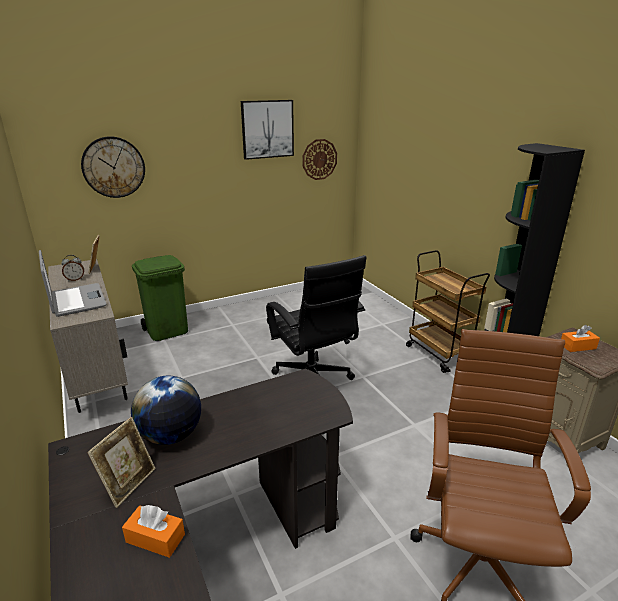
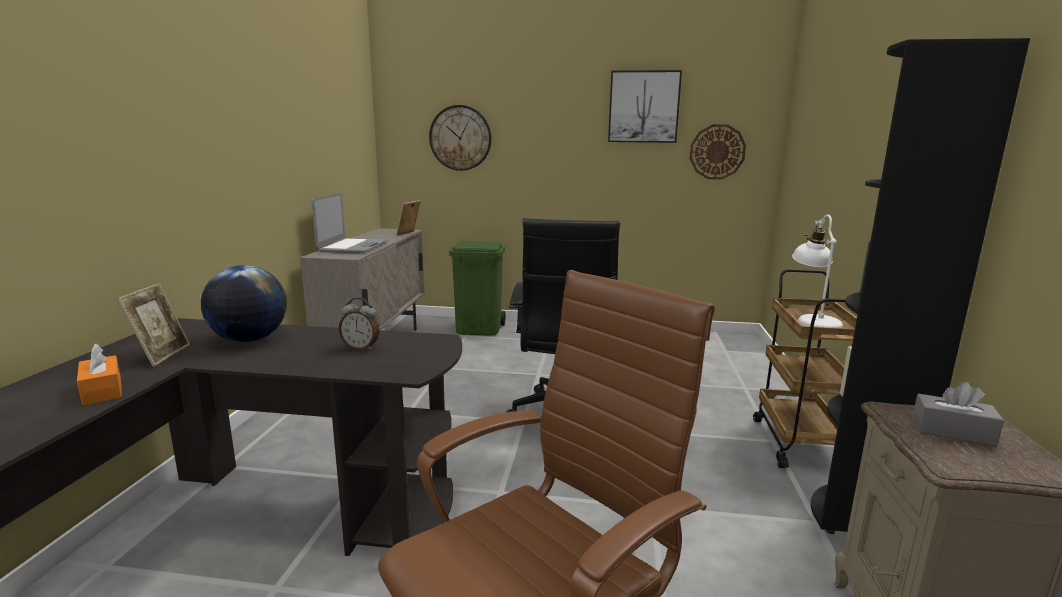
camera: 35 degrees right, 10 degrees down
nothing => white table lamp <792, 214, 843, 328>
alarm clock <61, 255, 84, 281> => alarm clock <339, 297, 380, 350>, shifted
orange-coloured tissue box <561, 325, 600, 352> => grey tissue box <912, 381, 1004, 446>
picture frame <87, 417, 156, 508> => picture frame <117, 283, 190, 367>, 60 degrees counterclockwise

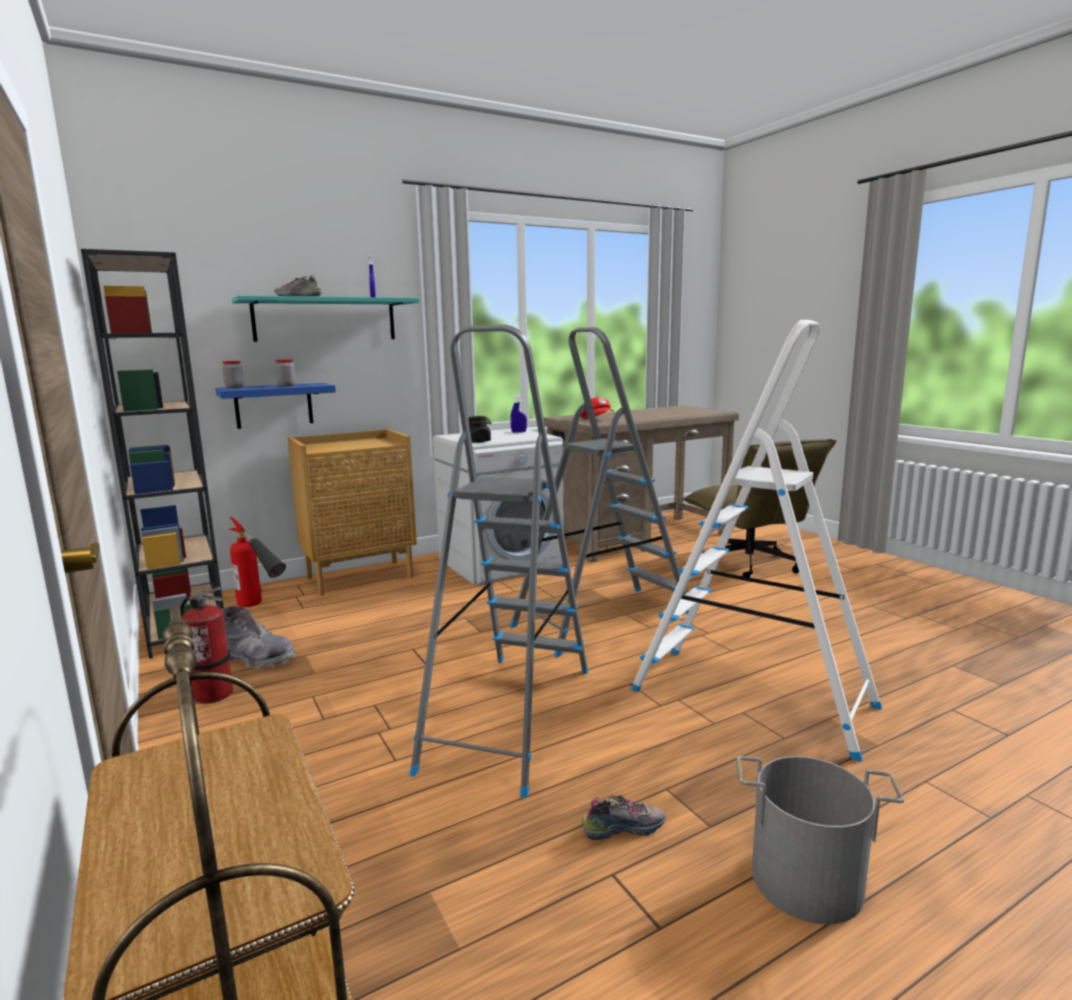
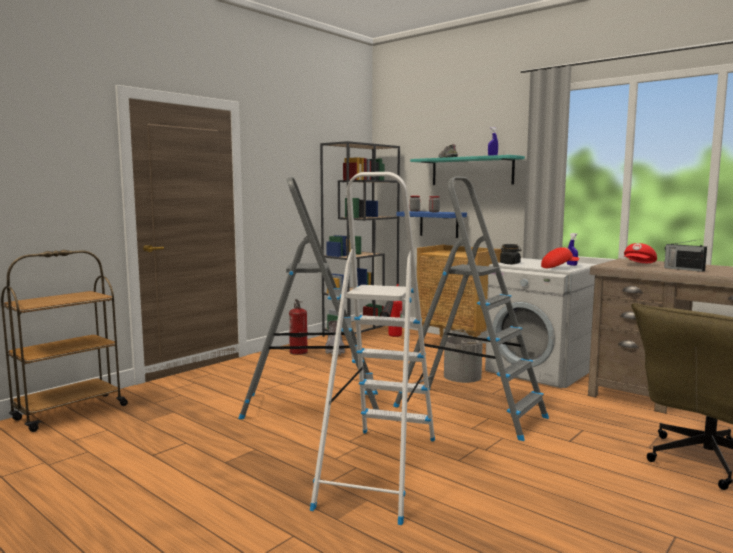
camera: 70 degrees right, 5 degrees down
shoe <581, 795, 665, 840> => nothing
nothing => reddish cap <541, 247, 579, 268>
nothing => radio <664, 239, 707, 272>
grey bucket <737, 756, 904, 924> => grey bucket <444, 330, 483, 383>, shifted

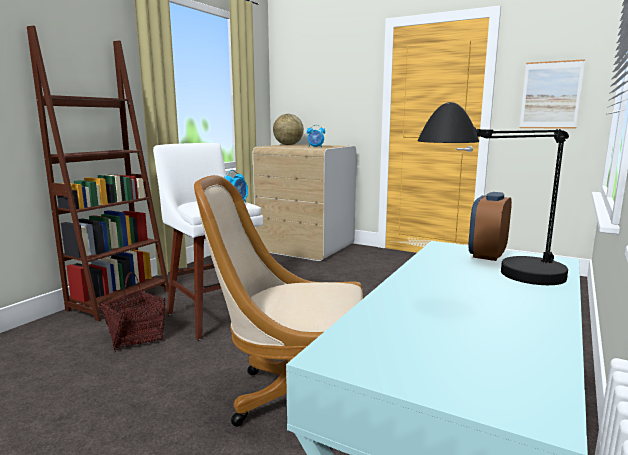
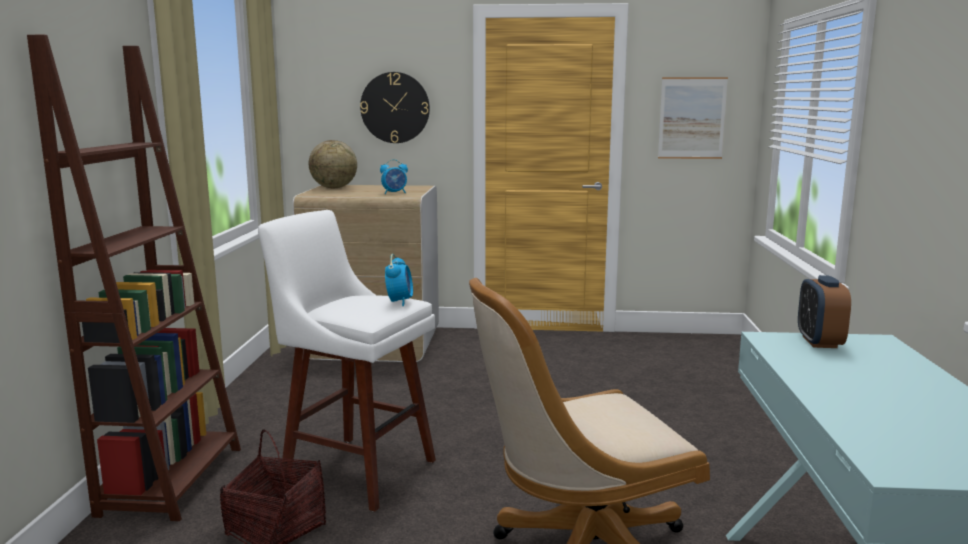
camera: 25 degrees left, 0 degrees up
black-coloured table lamp <417, 102, 569, 285> => nothing
nothing => clock on the wall <360, 72, 430, 143>

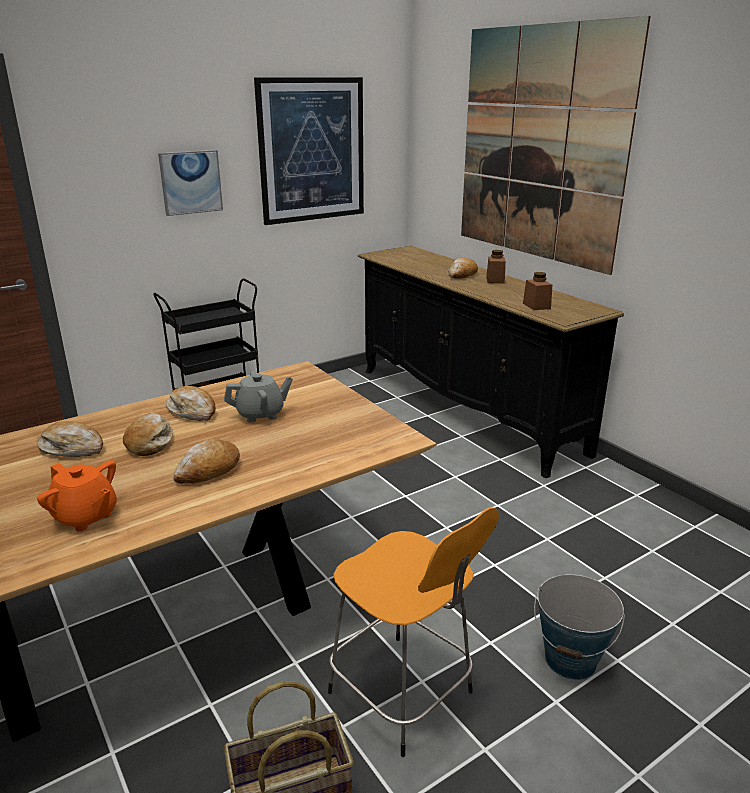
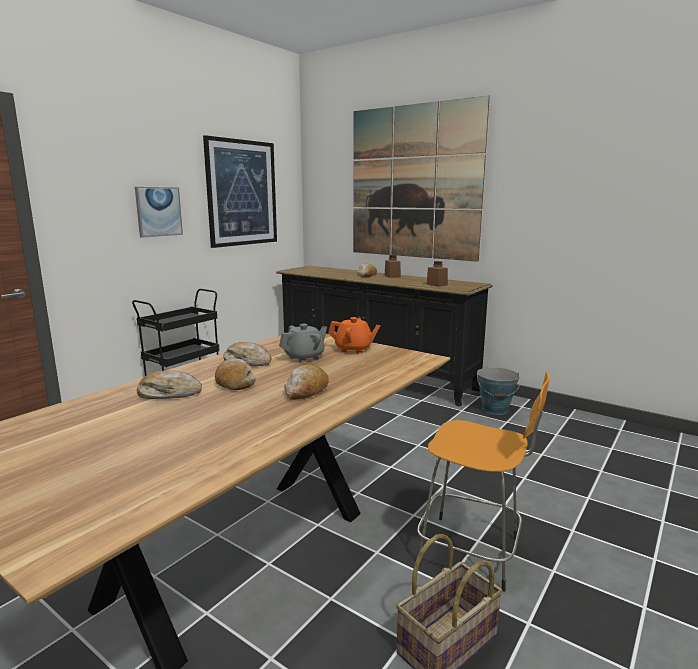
camera: 20 degrees left, 10 degrees down
orange-coloured teapot <37, 460, 117, 532> => orange-coloured teapot <328, 317, 381, 354>, shifted
bucket <534, 574, 625, 680> => bucket <477, 367, 520, 415>, shifted

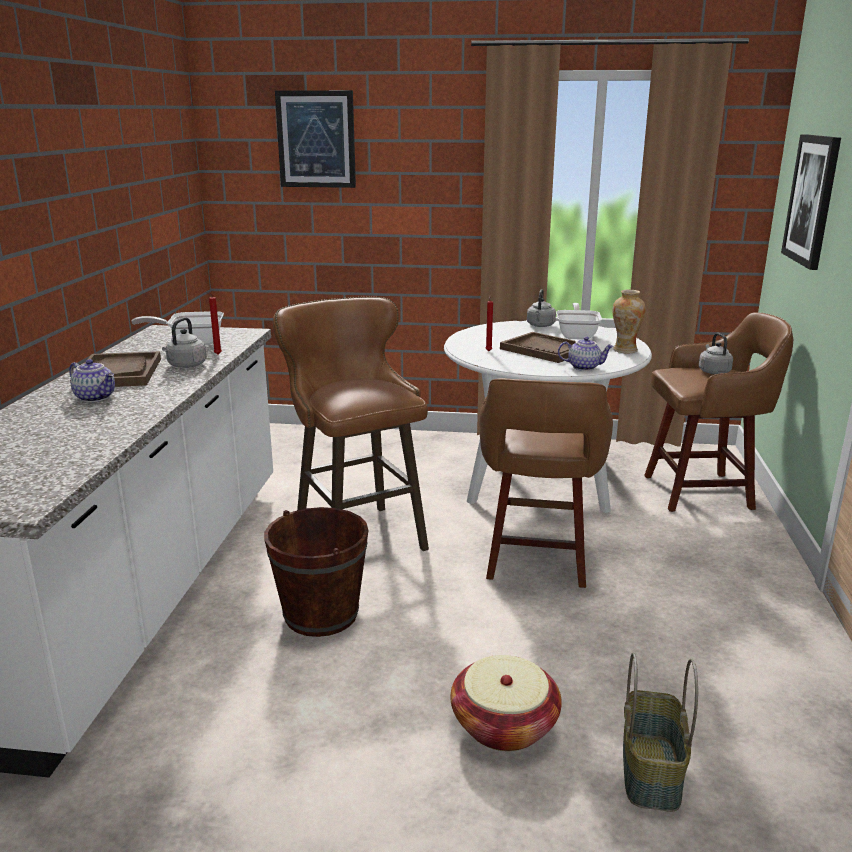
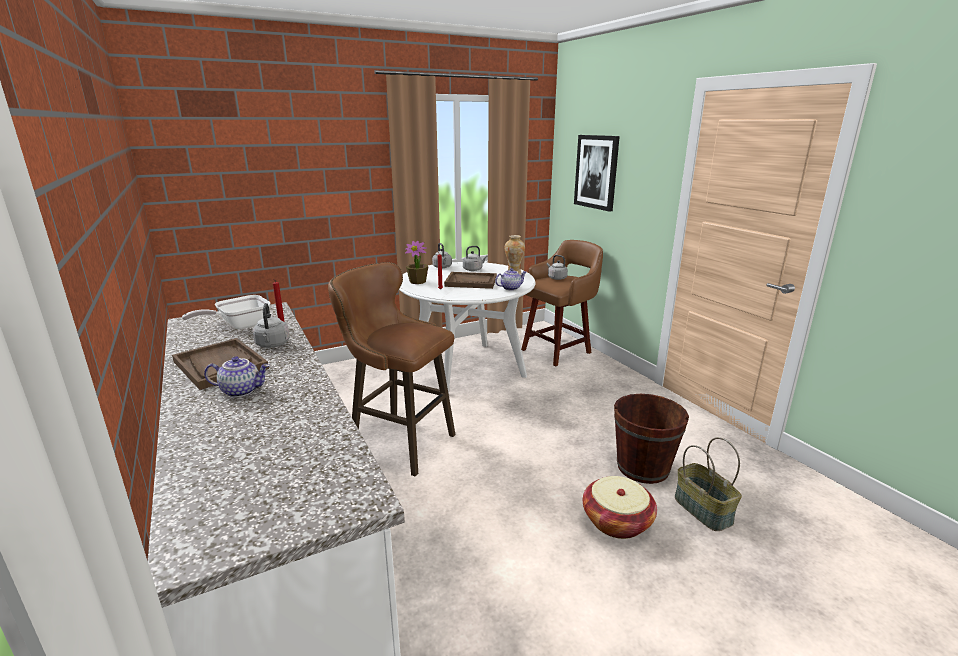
camera: 35 degrees left, 0 degrees up
picture <275, 90, 356, 188> => nothing
brown stool <479, 378, 613, 588> => nothing
nothing => houseplant <405, 241, 429, 284>
brown bucket <264, 507, 369, 637> => brown bucket <614, 394, 689, 484>, shifted
pan <556, 303, 602, 340> => grey kettle <463, 246, 487, 271>

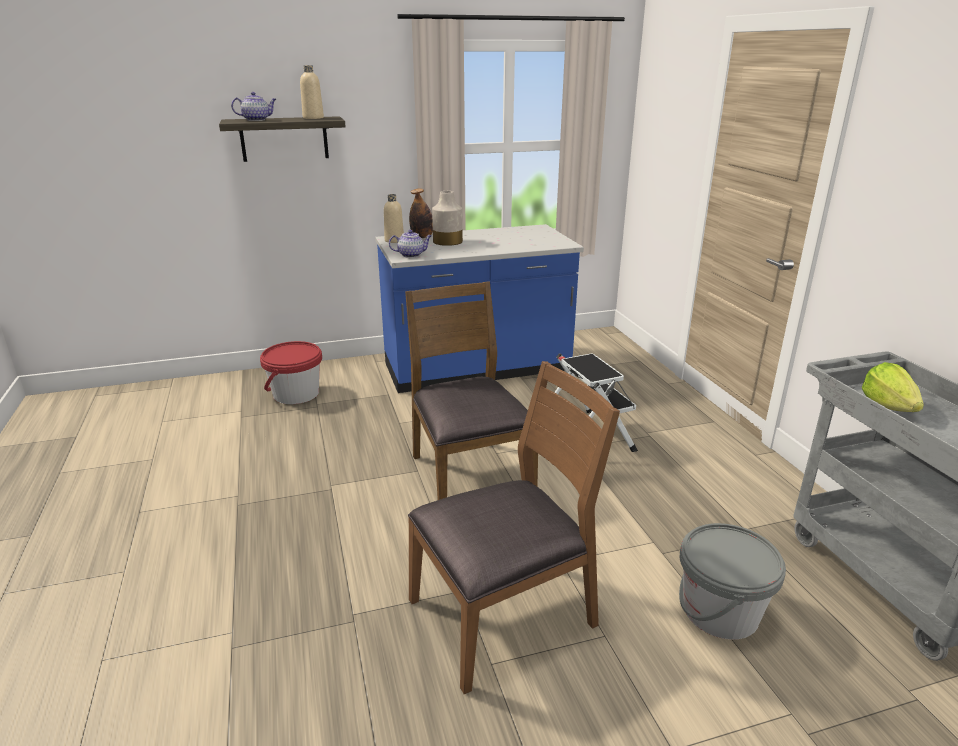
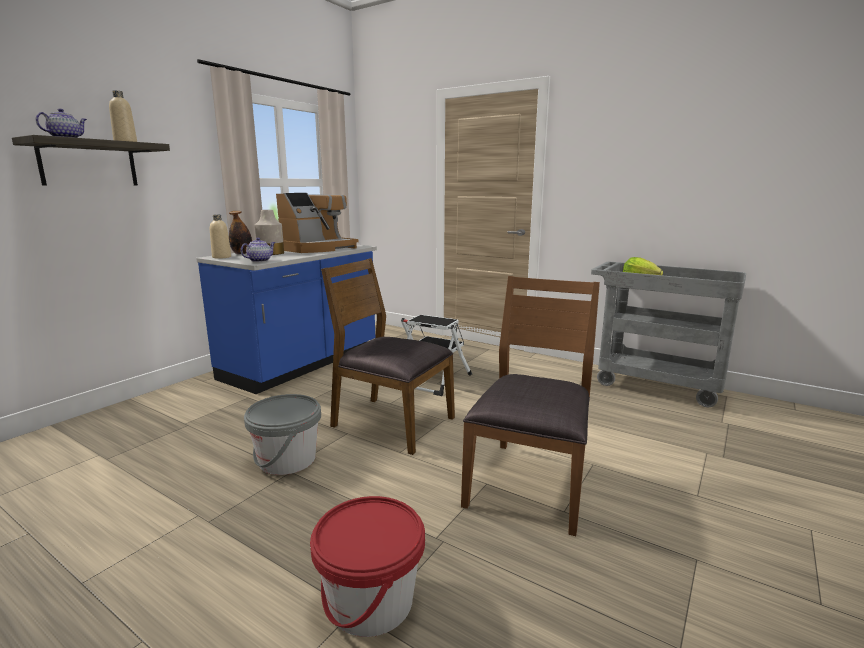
camera: 40 degrees left, 10 degrees down
nothing => coffee brewer <276, 193, 358, 253>
reddish bucket <260, 341, 322, 404> => reddish bucket <310, 496, 425, 637>, shifted
grey bucket <679, 523, 786, 640> => grey bucket <244, 394, 321, 475>, shifted

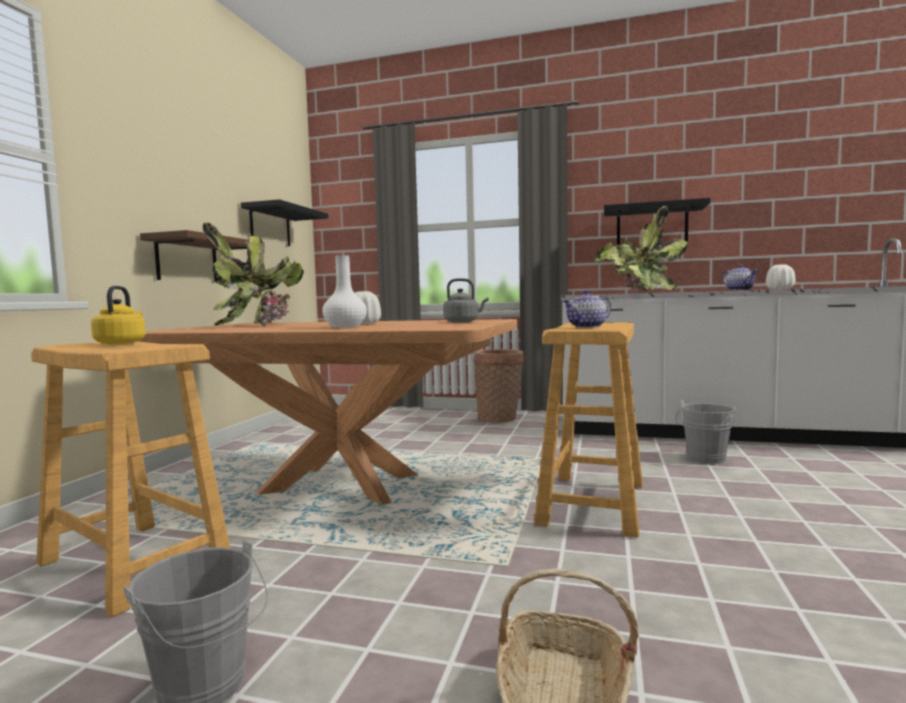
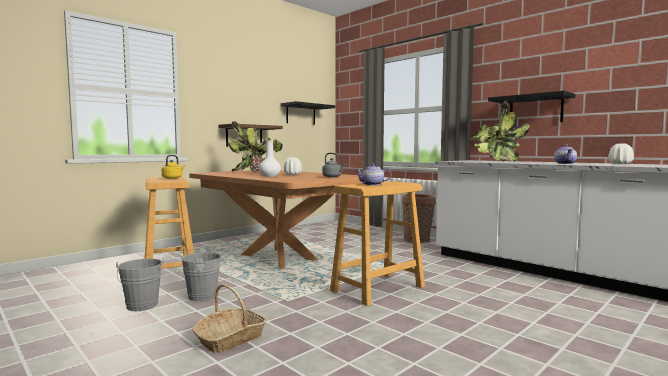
camera: 30 degrees right, 0 degrees up
grey bucket <676, 400, 736, 464> => grey bucket <175, 249, 221, 302>, shifted

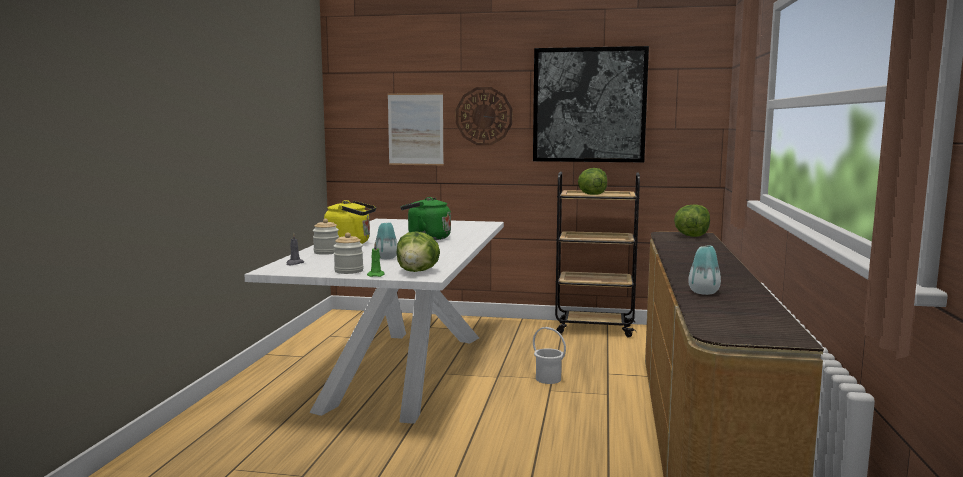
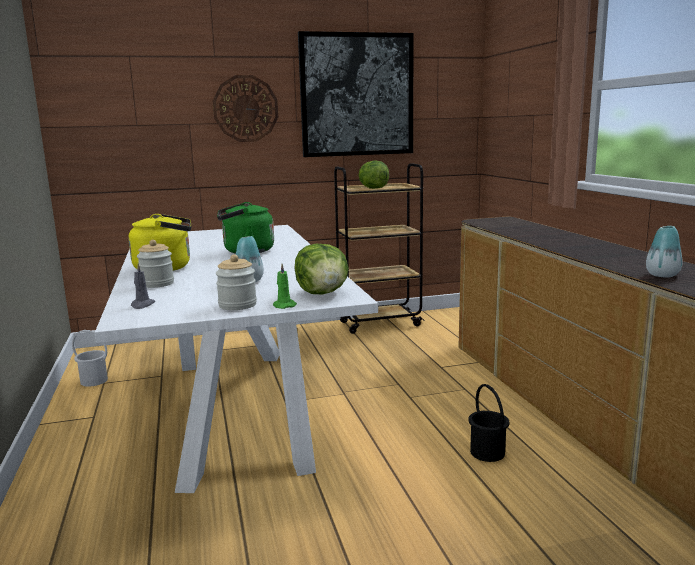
camera: 25 degrees left, 5 degrees up
picture <388, 93, 444, 165> => nothing
lettuce <674, 204, 710, 237> => nothing
nothing => black-coloured bucket <468, 384, 509, 462>
white bucket <533, 327, 566, 384> => white bucket <72, 330, 108, 387>, shifted

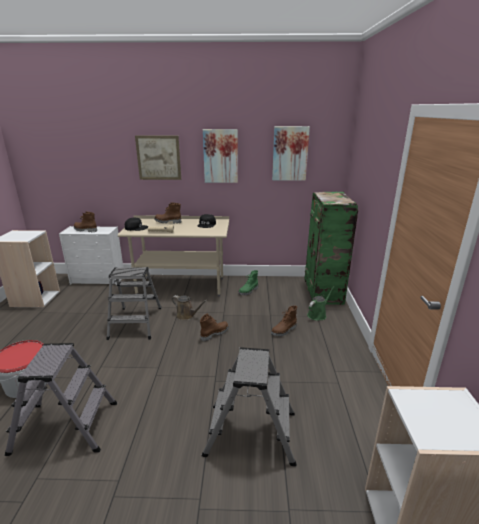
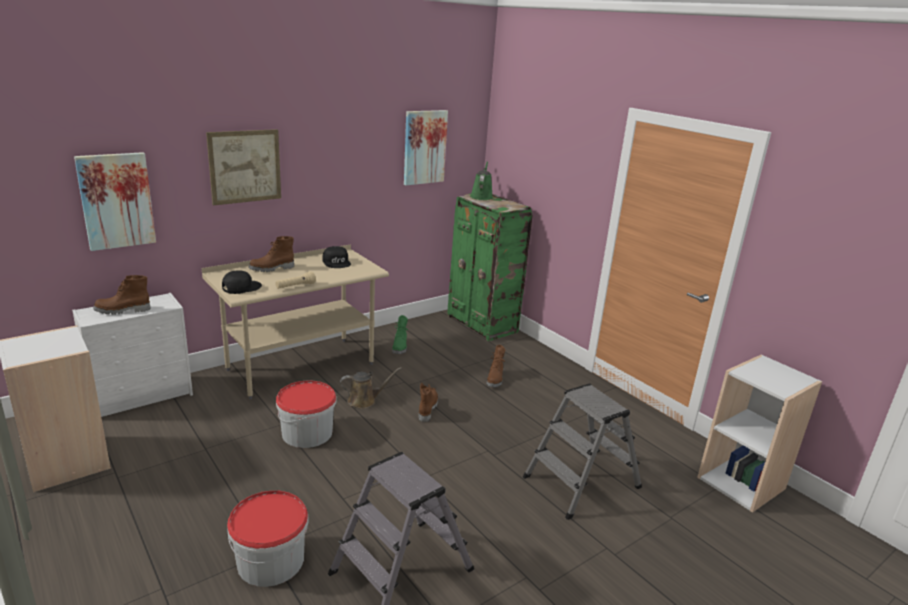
camera: 40 degrees left, 0 degrees up
picture <203, 129, 238, 183> => picture <74, 152, 156, 251>, shifted
green-coloured sprinkling can <307, 286, 335, 321> => green-coloured sprinkling can <470, 161, 493, 200>, shifted
grey step stool <106, 267, 162, 340> => bucket <276, 380, 337, 448>

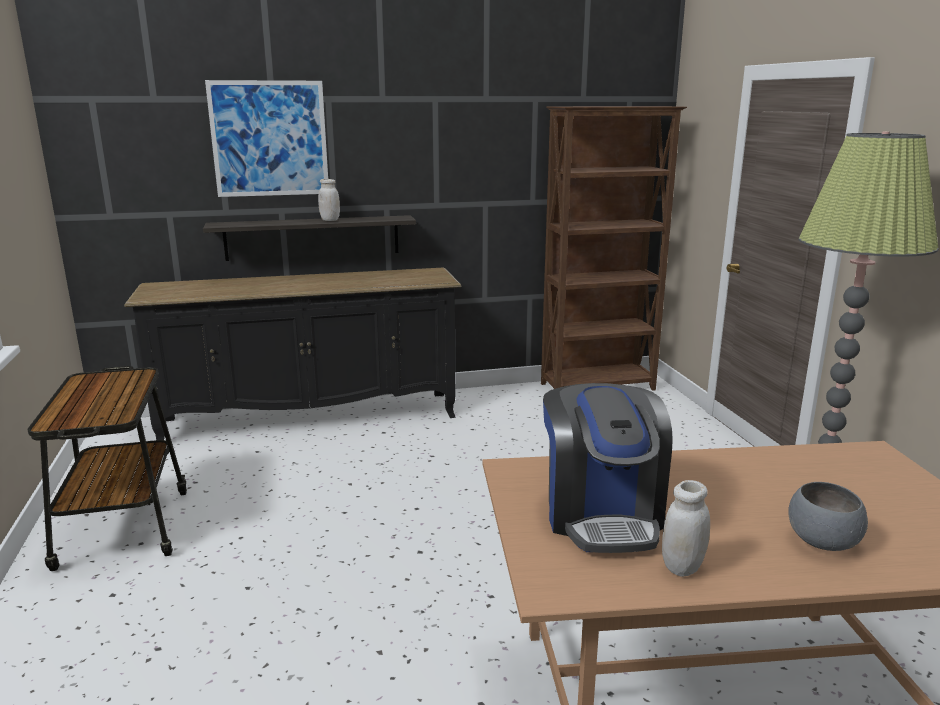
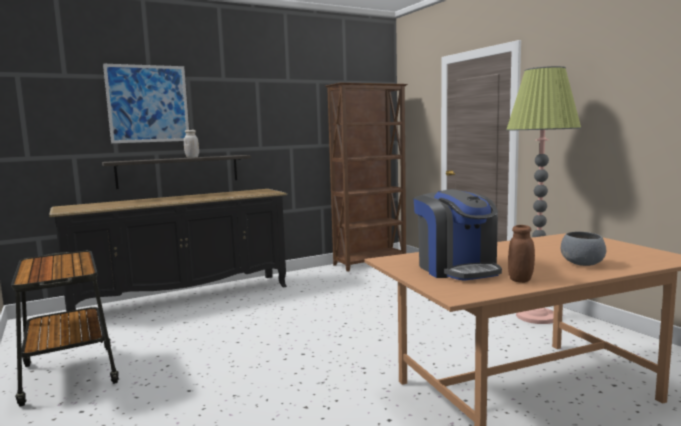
camera: 15 degrees left, 10 degrees down
white storage jar <662, 480, 710, 577> => brown storage jar <508, 225, 535, 283>

